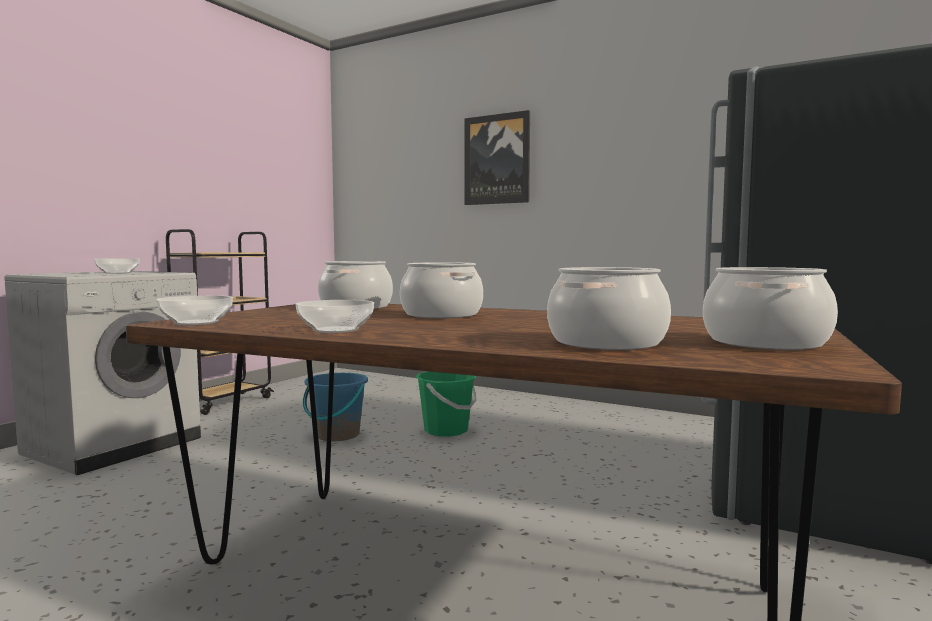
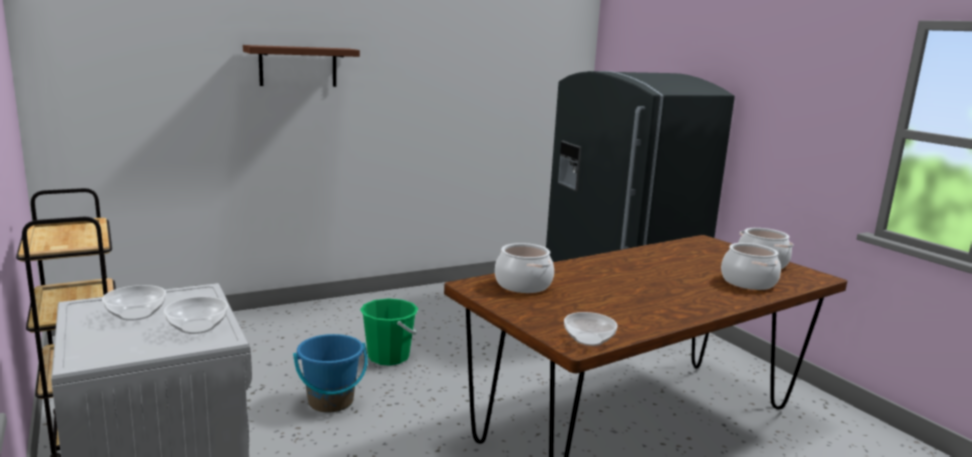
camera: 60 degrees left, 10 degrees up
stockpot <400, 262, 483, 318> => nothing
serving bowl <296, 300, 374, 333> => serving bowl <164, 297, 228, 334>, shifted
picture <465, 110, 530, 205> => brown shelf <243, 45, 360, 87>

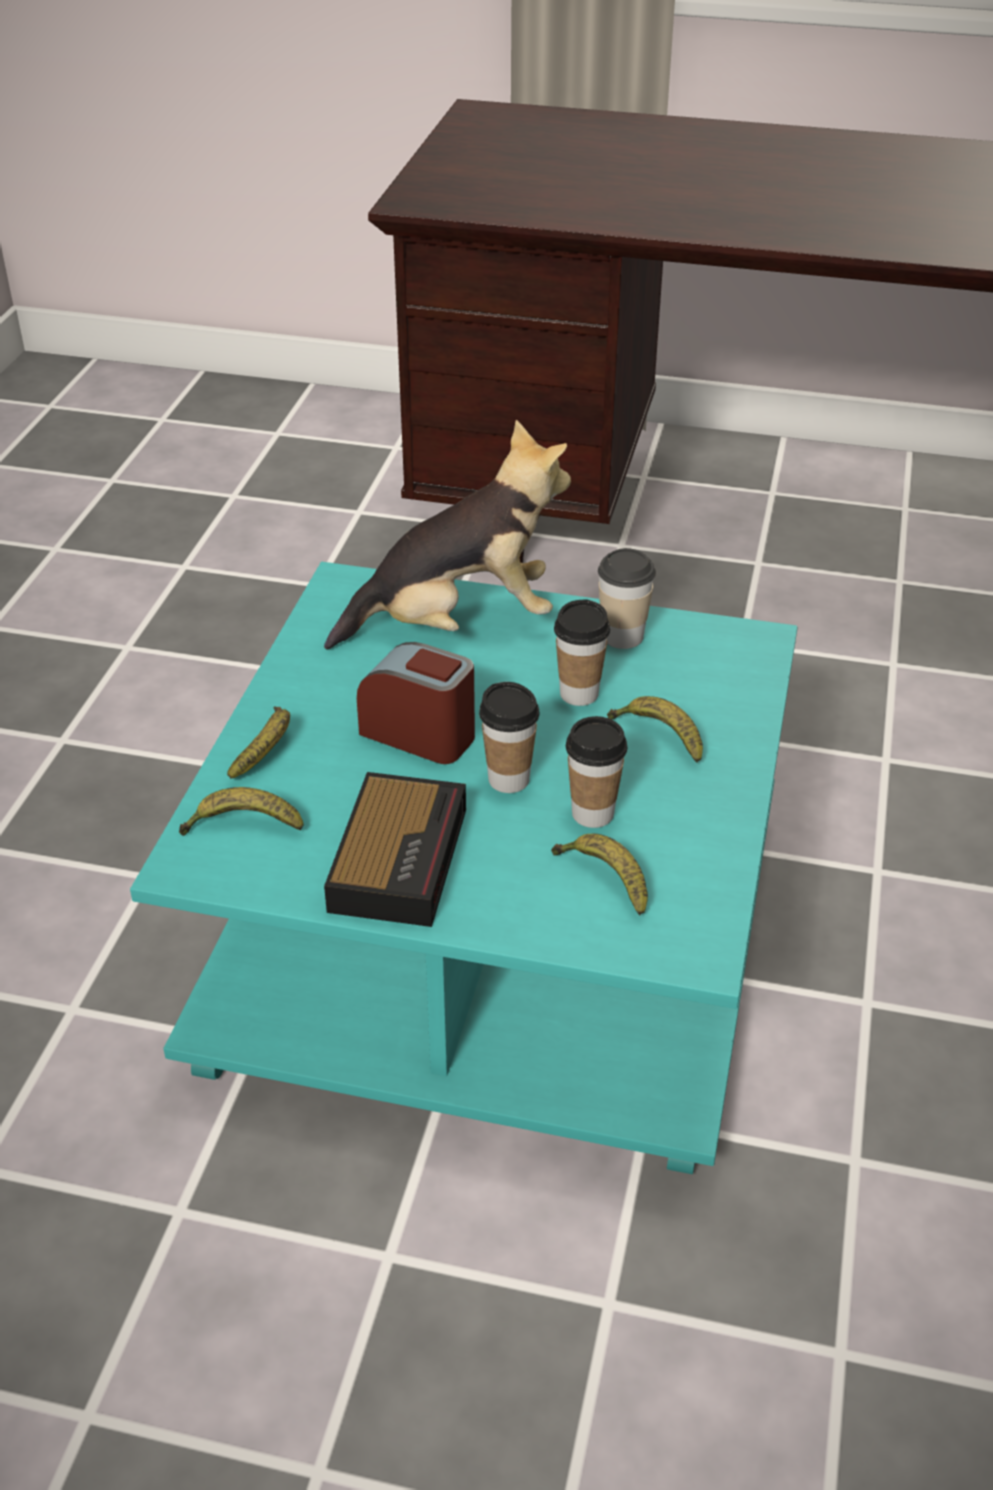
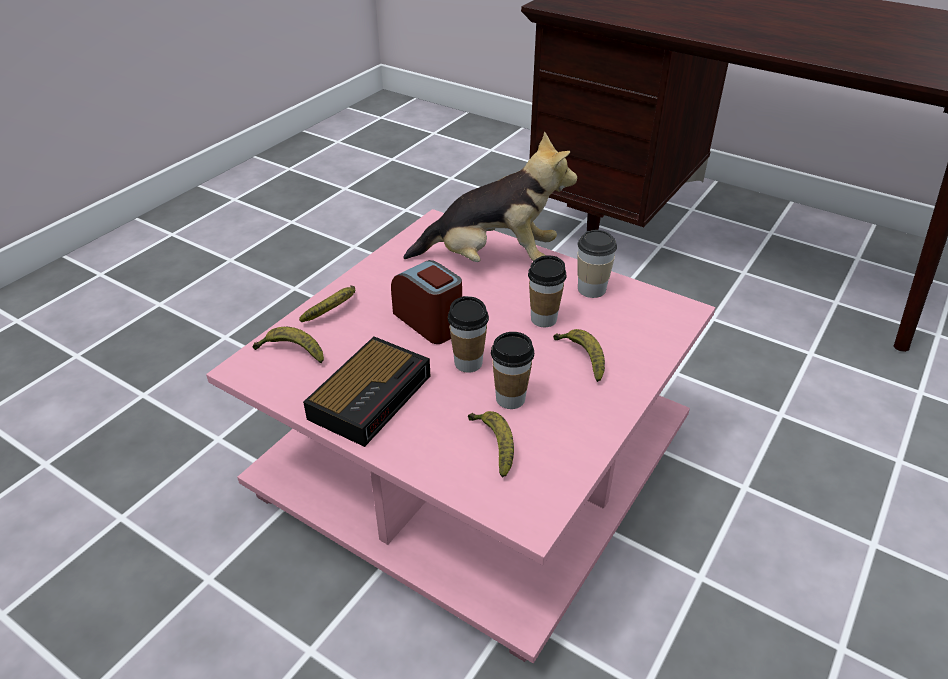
camera: 20 degrees right, 0 degrees up
blue-green low table <130, 562, 798, 1174> => pinkish low table <206, 209, 715, 663>

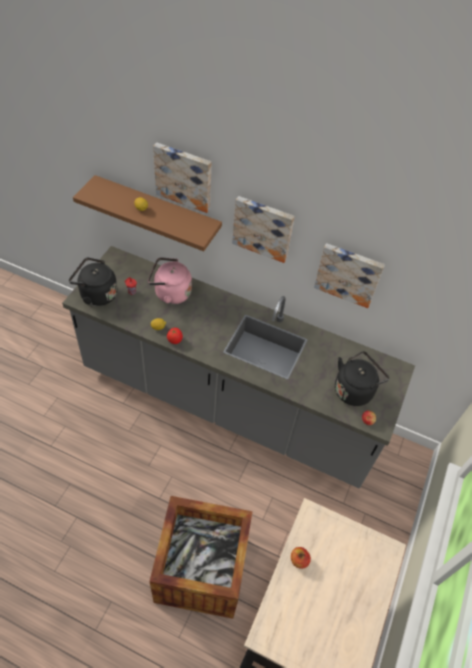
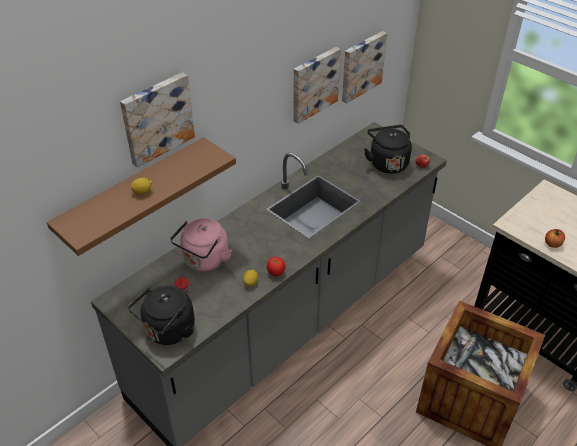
camera: 65 degrees left, 10 degrees down
picture <232, 196, 295, 263> => picture <342, 31, 387, 103>, shifted

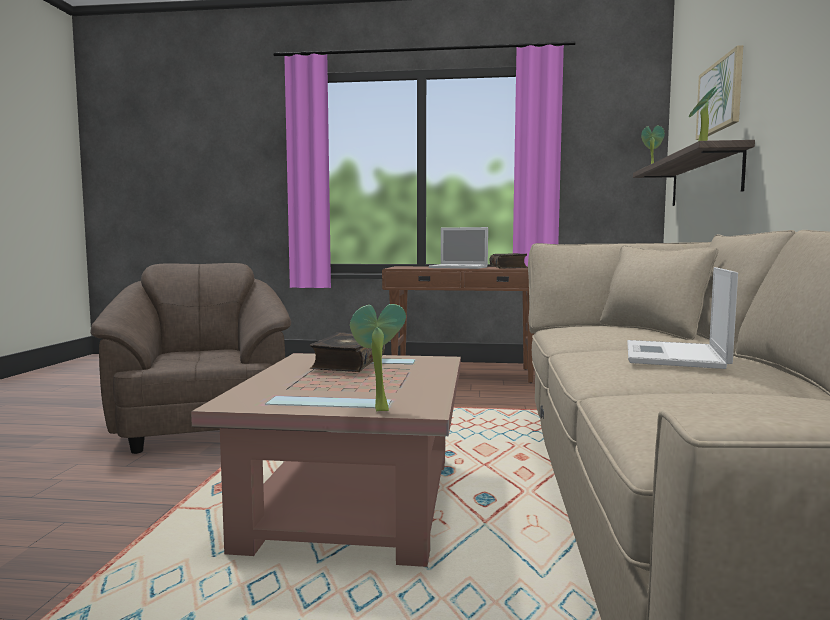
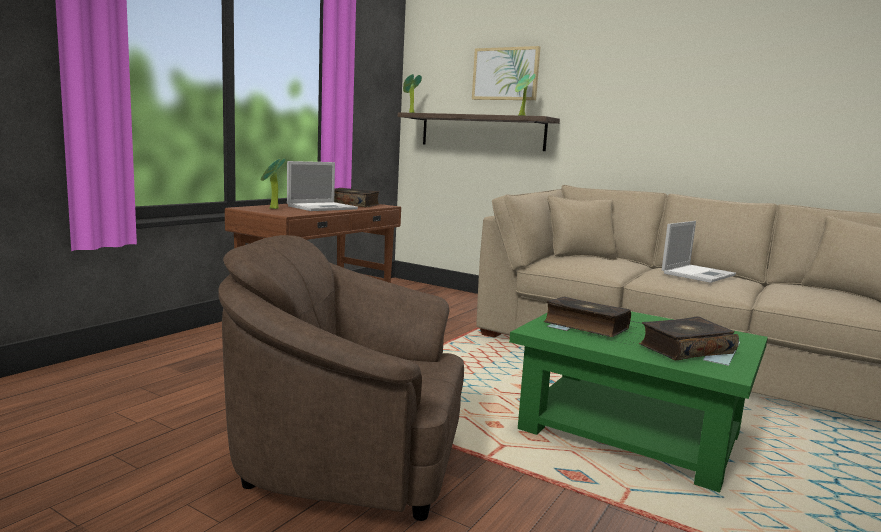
camera: 65 degrees left, 5 degrees up
nothing => volume <639, 316, 739, 360>
houseplant <350, 304, 406, 411> => houseplant <261, 158, 286, 209>, shifted
brown low table <191, 353, 461, 567> => green-coloured low table <509, 311, 768, 493>
portable computer <627, 267, 738, 369> => portable computer <662, 221, 736, 283>, 90 degrees counterclockwise

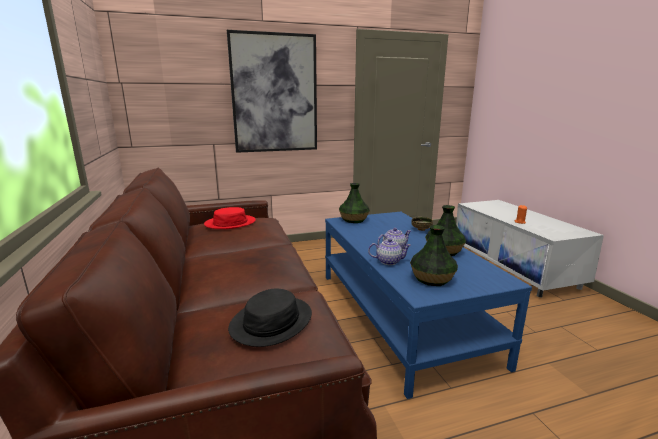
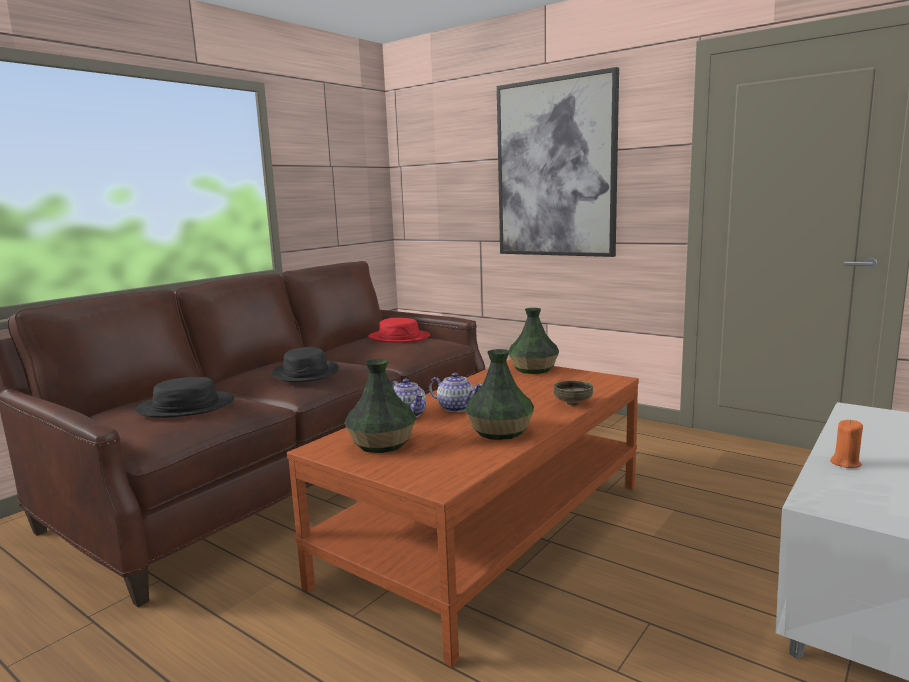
camera: 55 degrees right, 5 degrees down
nothing => black-coloured clothing hat <272, 347, 339, 382>
bluish low table <325, 212, 532, 399> => brown low table <287, 360, 639, 667>

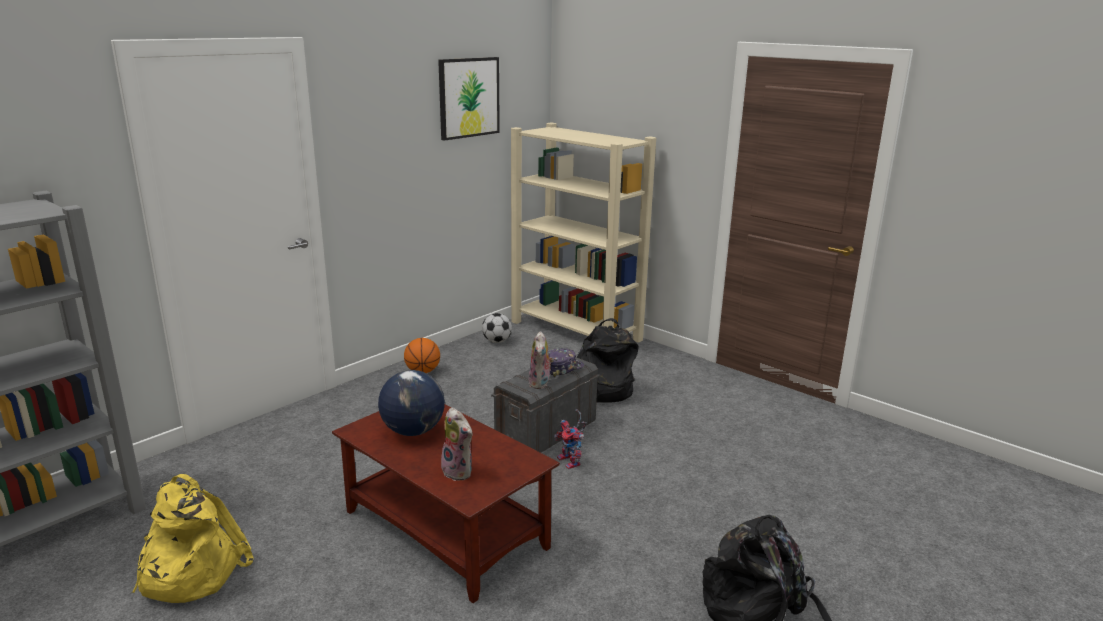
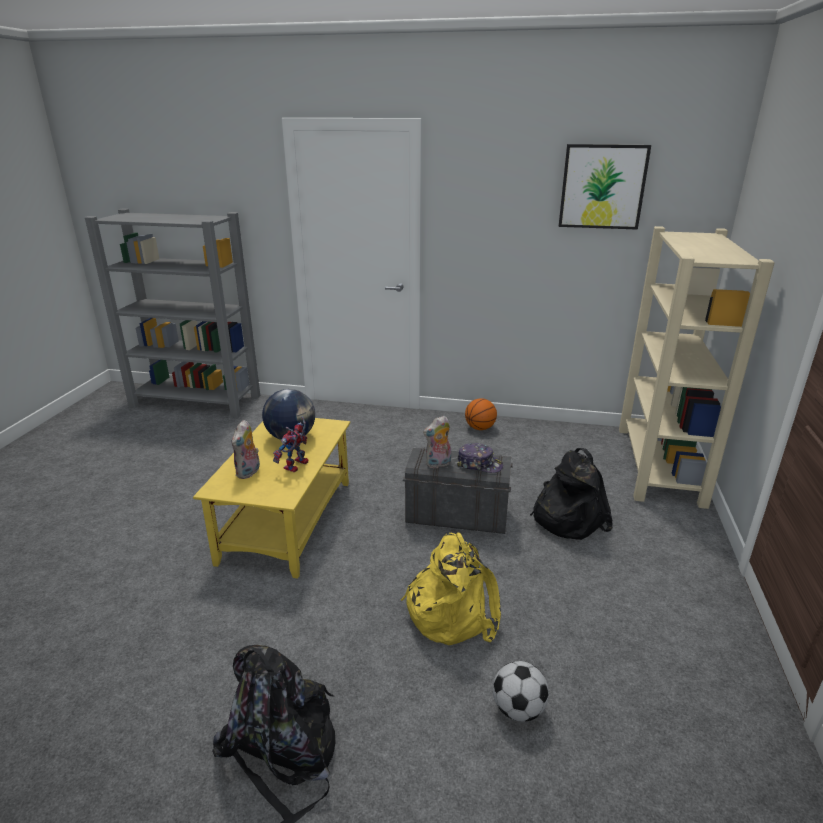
camera: 60 degrees right, 5 degrees up
yellow rucksack <132, 474, 254, 603> => yellow rucksack <401, 532, 501, 645>, shifted
football <482, 313, 512, 343> => football <493, 661, 549, 722>, shifted
model robot <554, 409, 587, 469> => model robot <273, 417, 308, 472>, shifted
brown low table <332, 405, 560, 603> => yellow low table <193, 418, 350, 579>

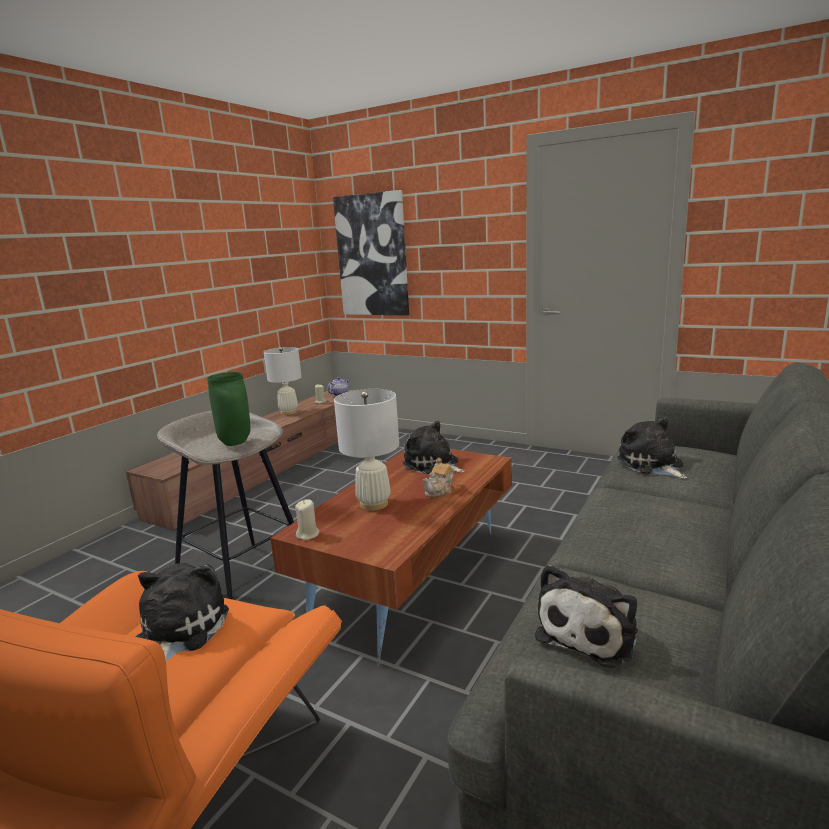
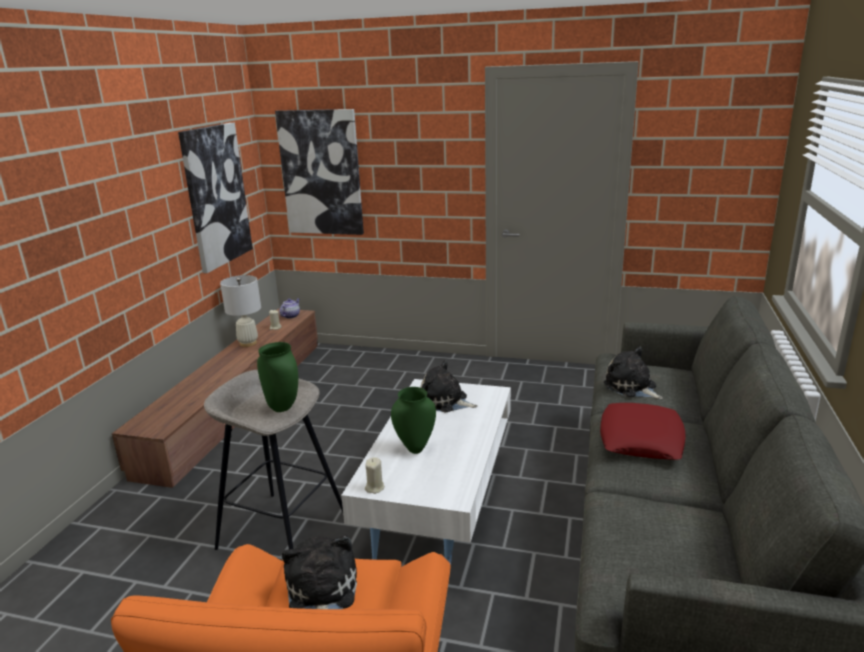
camera: 15 degrees left, 5 degrees up
teapot <423, 458, 454, 497> => nothing
plush toy <535, 565, 638, 668> => nothing
nothing => picture <178, 123, 253, 273>
nothing => reddish throw pillow <600, 403, 686, 460>
white table lamp <334, 389, 399, 511> => green-coloured decorative vase <391, 387, 436, 454>
brown low table <270, 449, 512, 667> => white low table <341, 379, 511, 565>

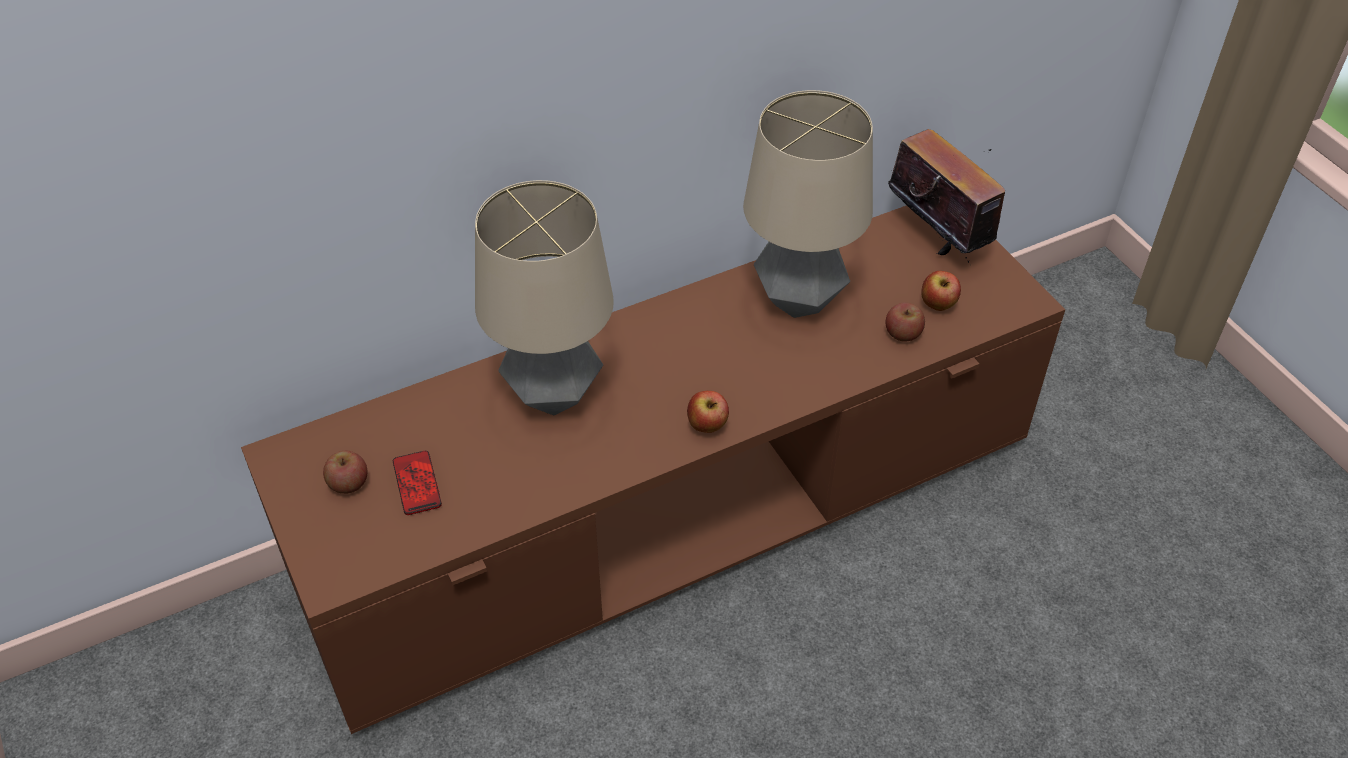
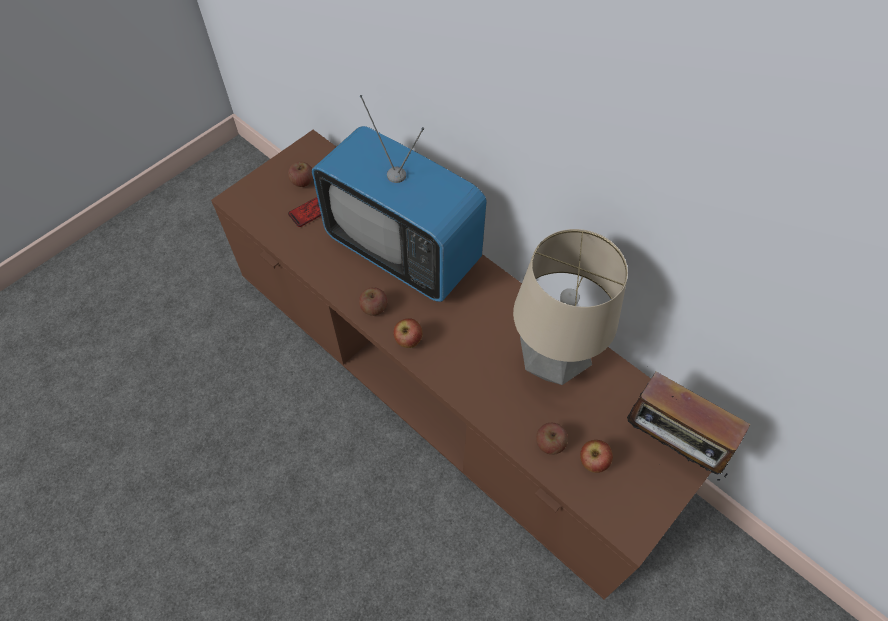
camera: 70 degrees right, 10 degrees up
nothing => whole apple <359, 287, 387, 316>
table lamp <475, 180, 614, 415> => TV set <312, 95, 487, 302>
radio <888, 129, 1005, 263> => radio <627, 372, 750, 481>, 90 degrees clockwise

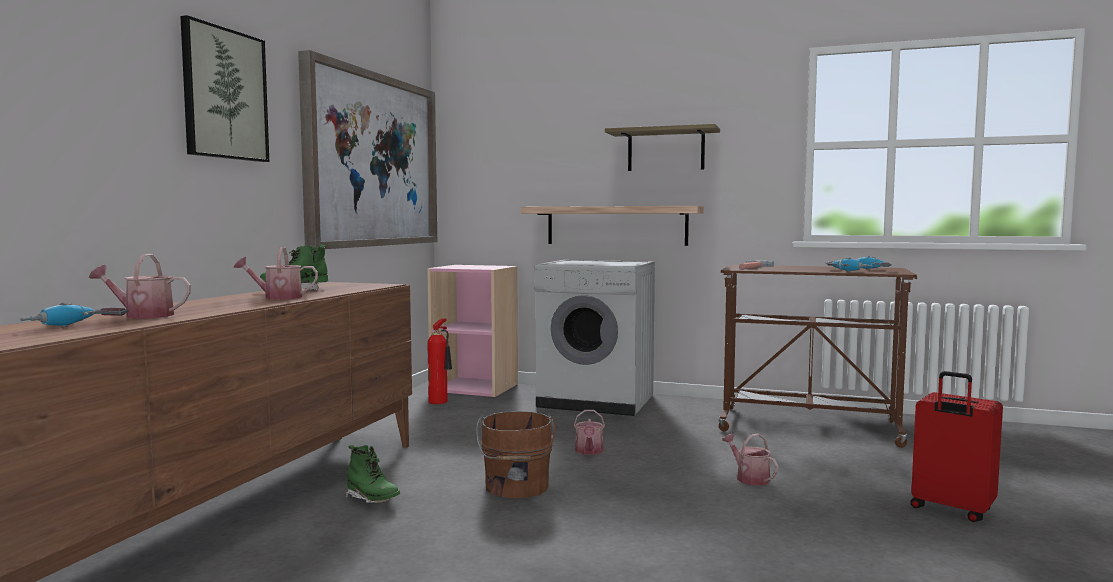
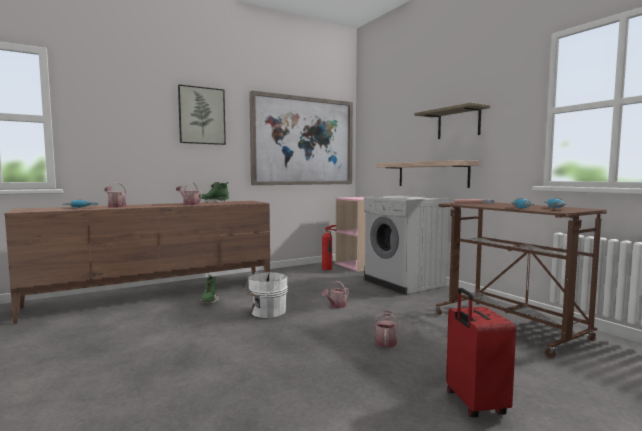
camera: 40 degrees right, 0 degrees up
brown bucket <476, 411, 556, 498> => white bucket <244, 271, 288, 318>

